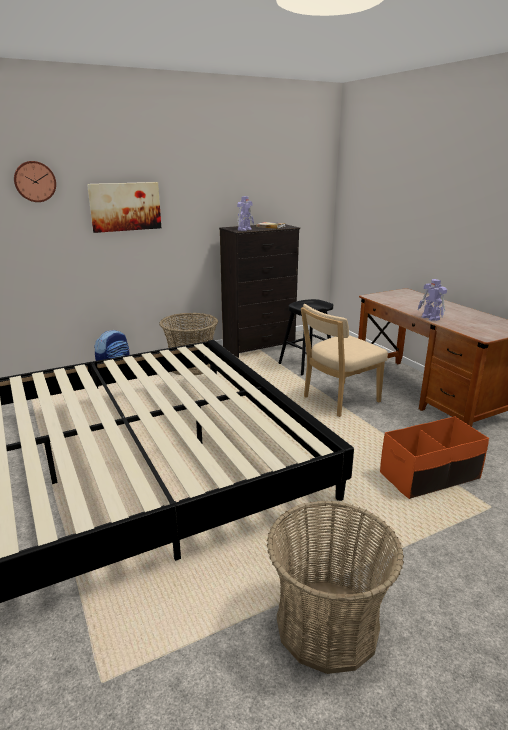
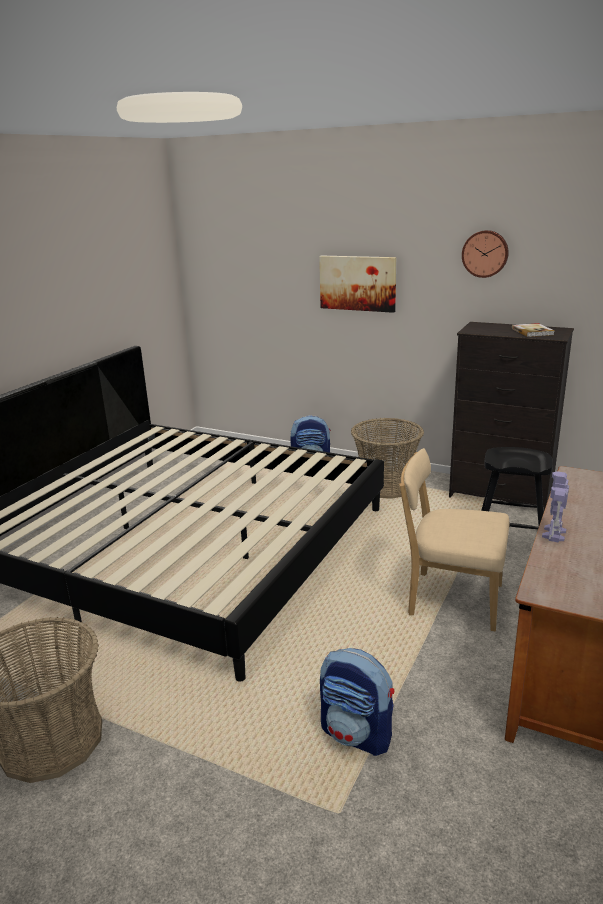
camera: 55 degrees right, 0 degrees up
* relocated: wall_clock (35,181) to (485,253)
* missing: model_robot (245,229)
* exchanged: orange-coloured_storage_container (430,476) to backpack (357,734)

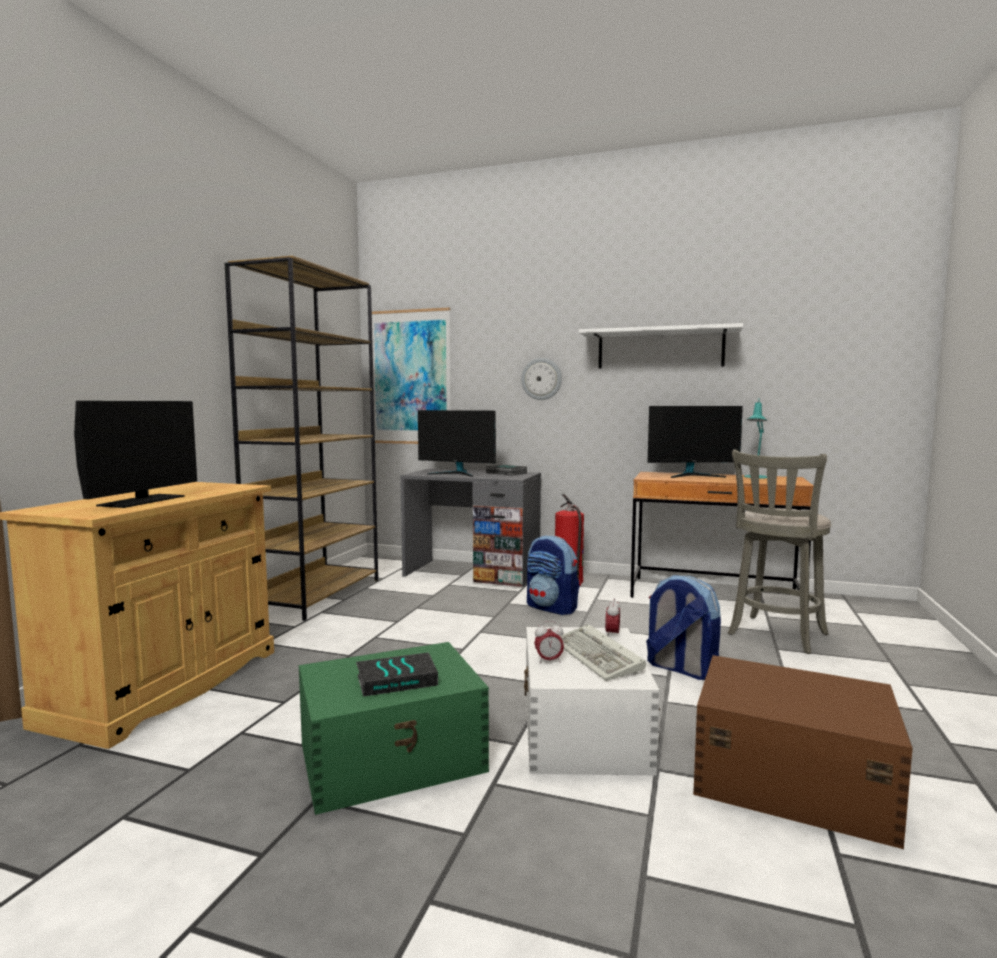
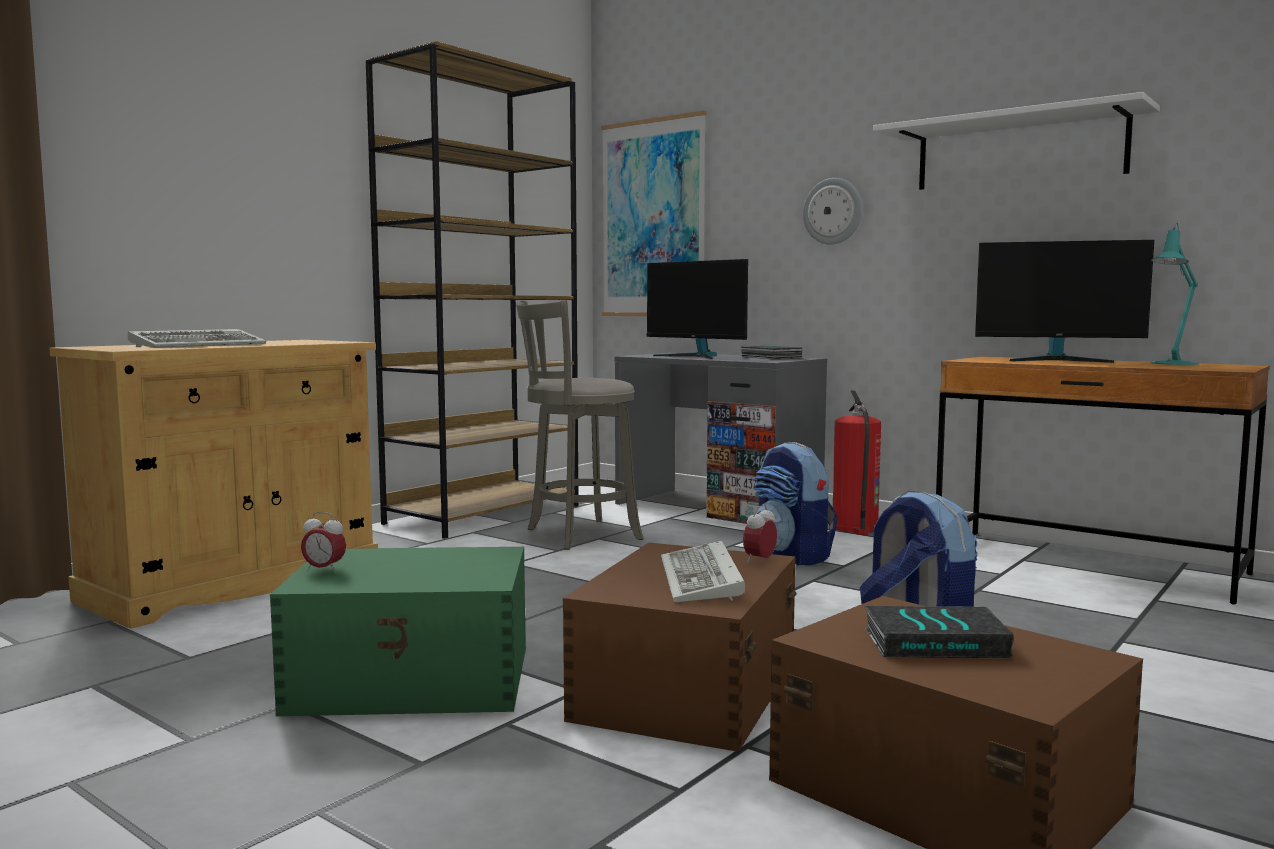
camera: 20 degrees right, 0 degrees up
* exchanged: computer_display (142,501) to computer_keyboard (201,345)
* relocated: volume (397,679) to (936,642)
* colour: whitish_storage_container (582,731) to brown-coloured_storage_container (685,691)
* relocated: table_clock (548,661) to (324,570)
* relocated: gray_stool_seat (776,635) to (578,535)

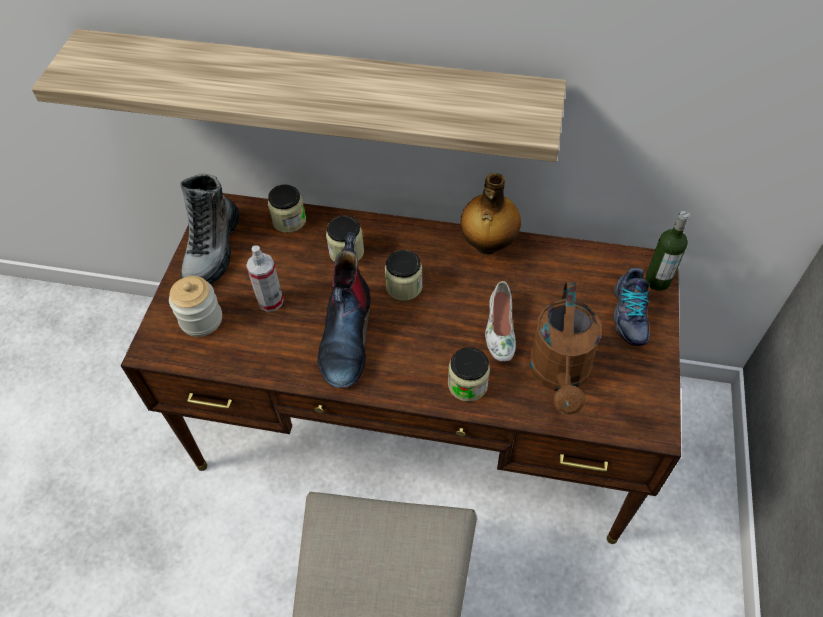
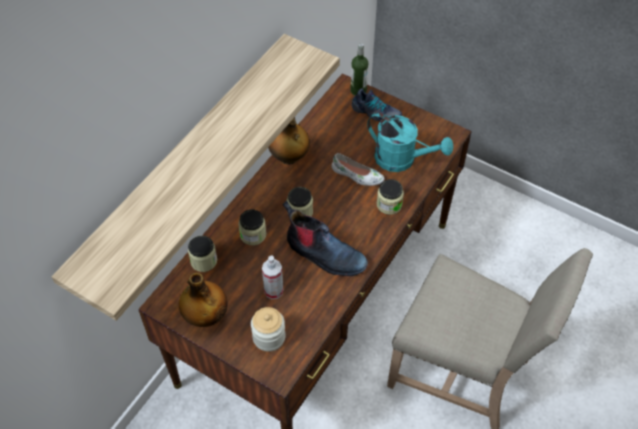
camera: 70 degrees left, 0 degrees up
* exchanged: tall_boot (213,250) to drink_bottle (206,316)
* colour: brown-coloured_watering_pot (560,376) to blue-green_watering_pot (402,160)

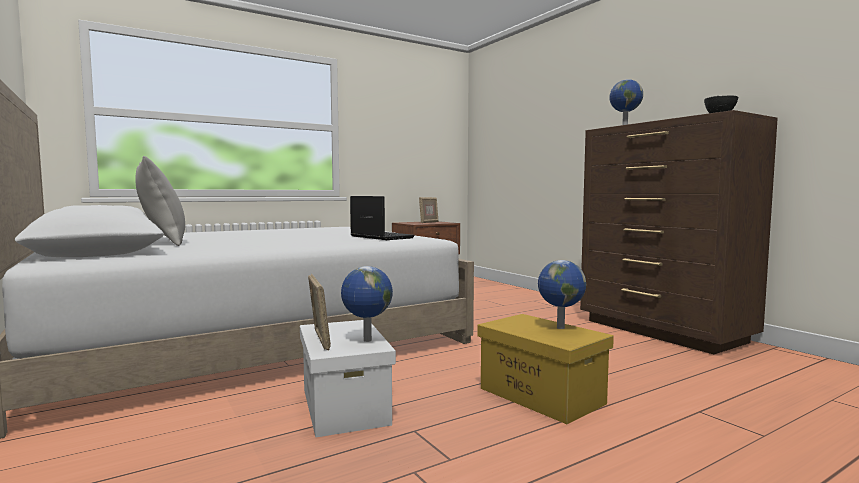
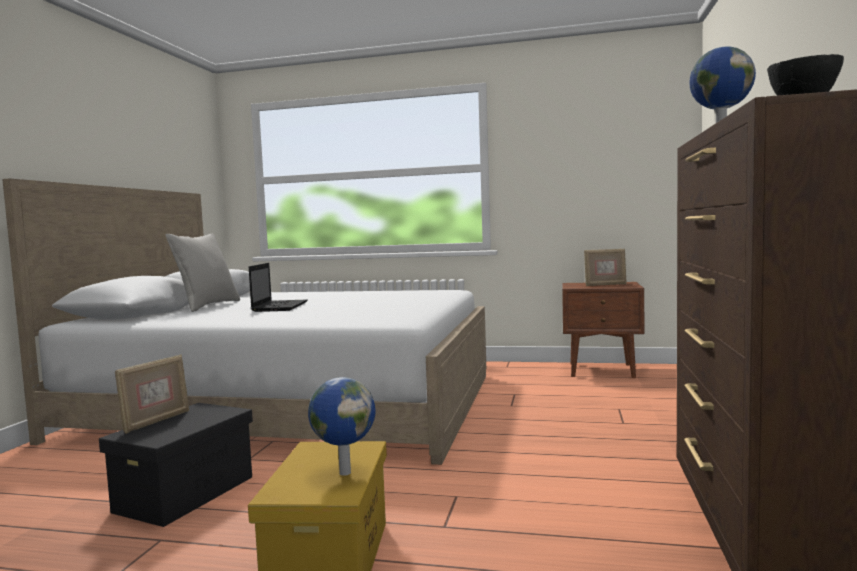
camera: 45 degrees right, 0 degrees up
* colour: whitish_storage_container (343,405) to black-coloured_storage_container (186,493)
* missing: desk_globe (366,340)
* relocated: notebook_computer (380,237) to (280,307)

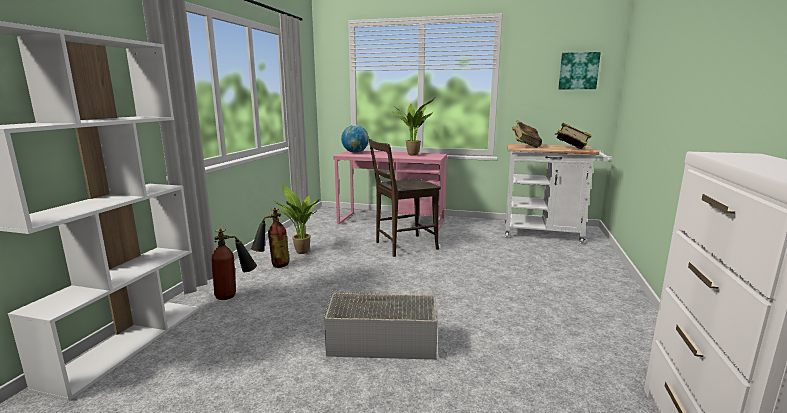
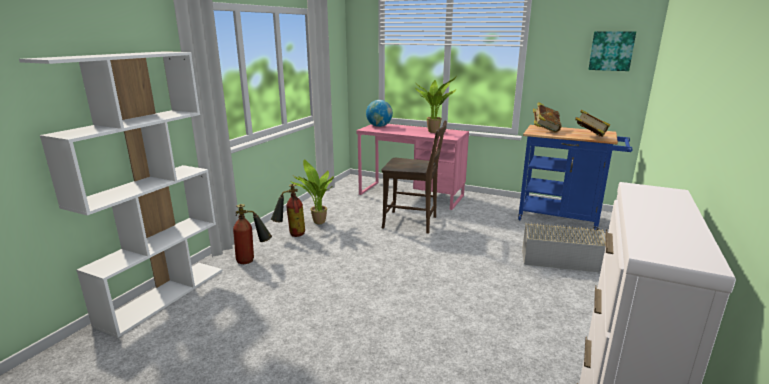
camera: 10 degrees right, 5 degrees up
* relocated: gray_storage_container (381,337) to (558,256)
* spun: brown-coloured_upright_chair (403,246) = (413,222) 150 degrees counterclockwise
* colour: whitish_wheeled_cart (547,234) to blue-coloured_wheeled_cart (564,219)

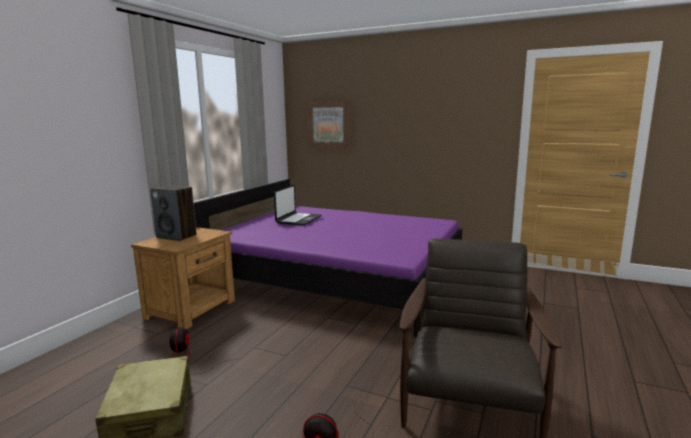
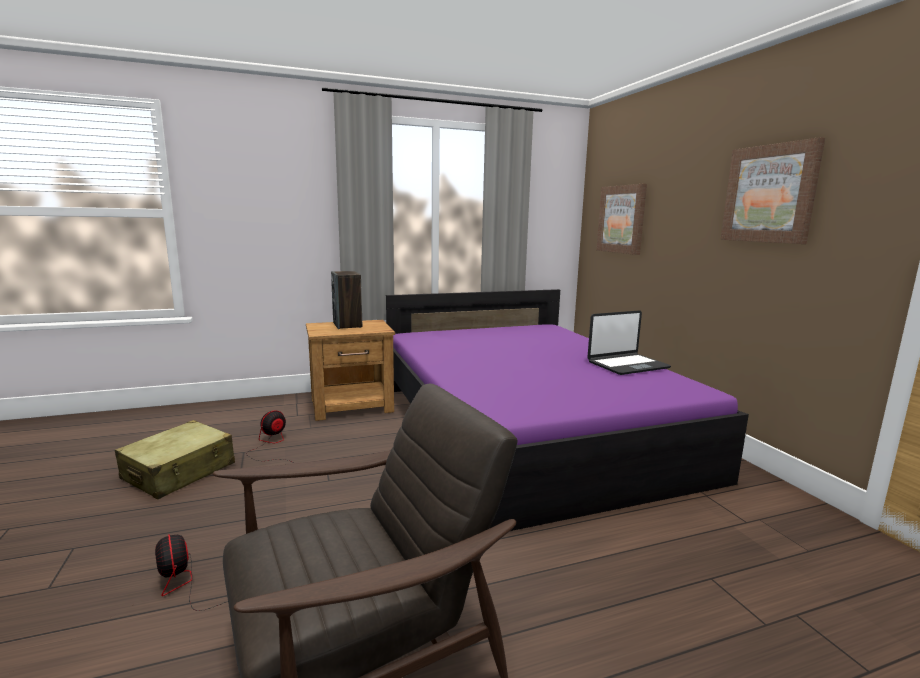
camera: 45 degrees right, 0 degrees up
* relocated: notebook_computer (298,220) to (627,365)
* appeared: picture (769,194)

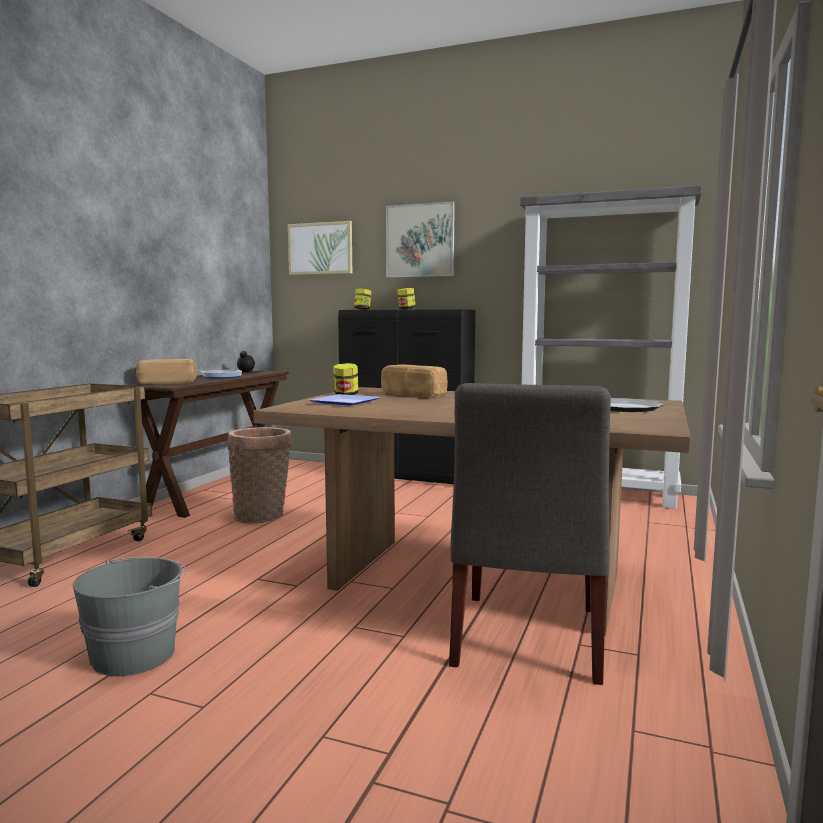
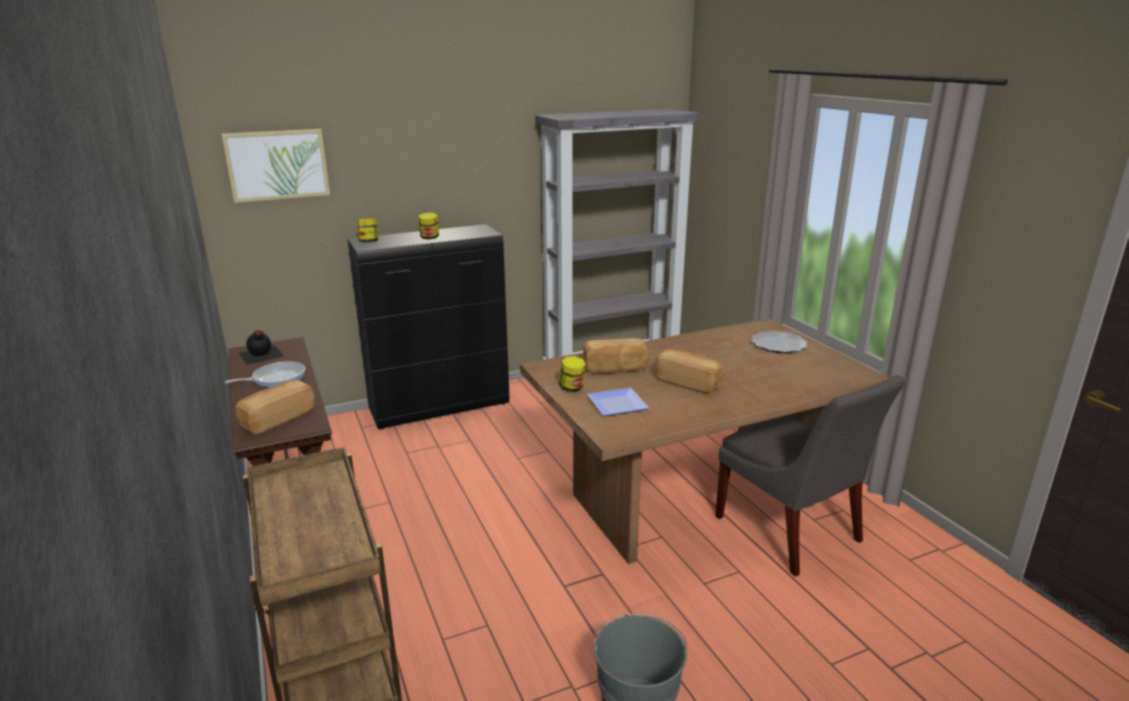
camera: 45 degrees left, 15 degrees up
* missing: basket (262,515)
* missing: picture (420,240)
* appeared: bread (688,383)

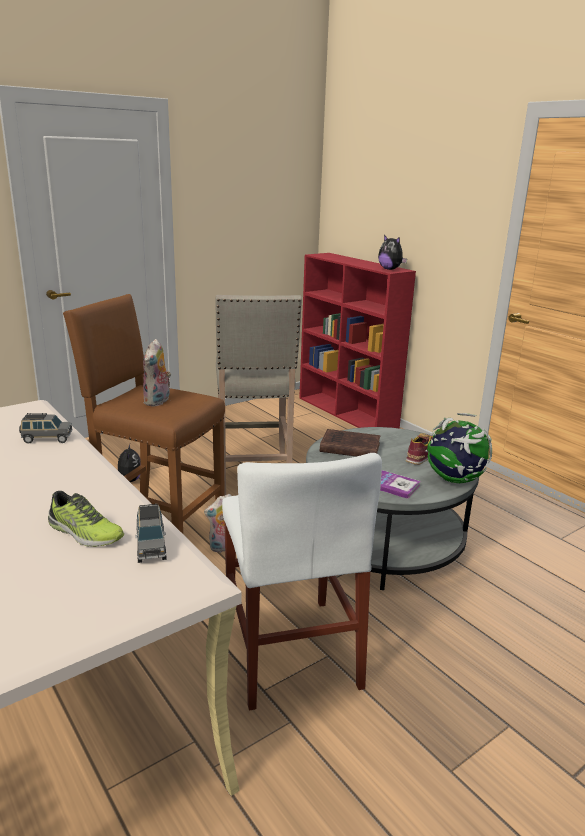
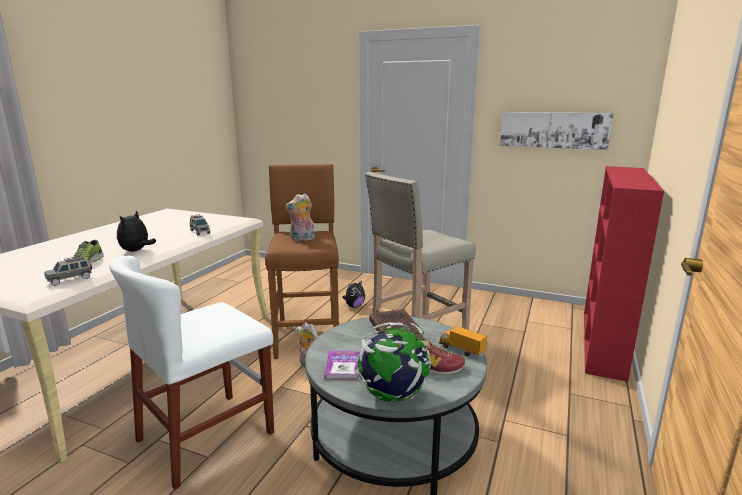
camera: 60 degrees right, 5 degrees down
* relocated: plush_toy (390,269) to (136,251)
* appeared: toy_truck (461,350)
* appeared: picture (554,130)

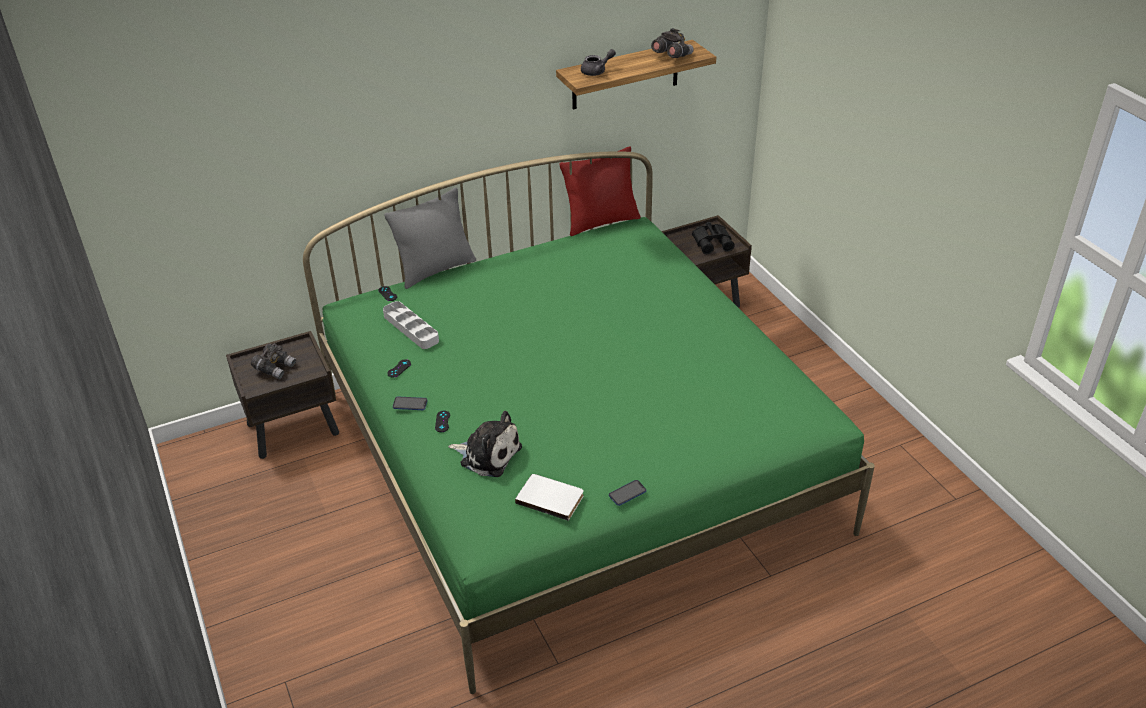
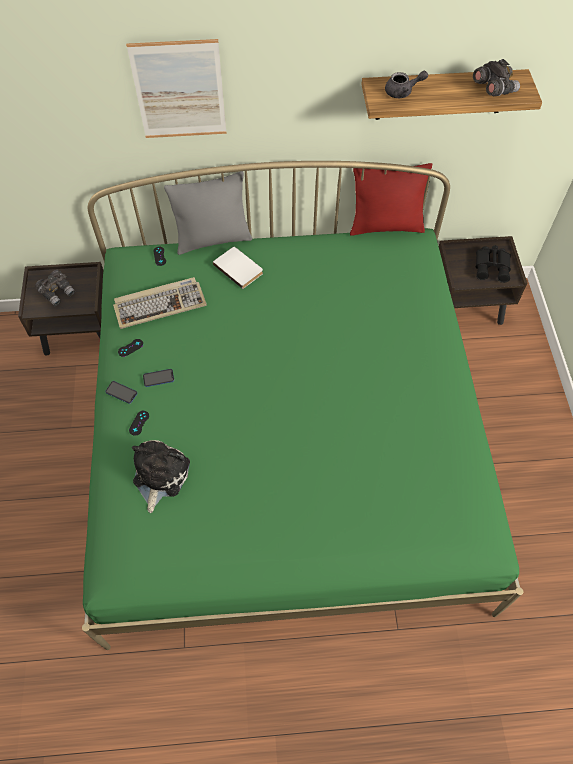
camera: 20 degrees right, 20 degrees up
* exchanged: gray_serving_tray (411,328) to computer_keyboard (160,304)
* spun: plush_toy (488,454) = (159,476) 120 degrees counterclockwise
* relocated: whitish_volume (551,497) to (239,268)
* relocated: handset (627,493) to (158,378)
* appeared: picture (179,90)

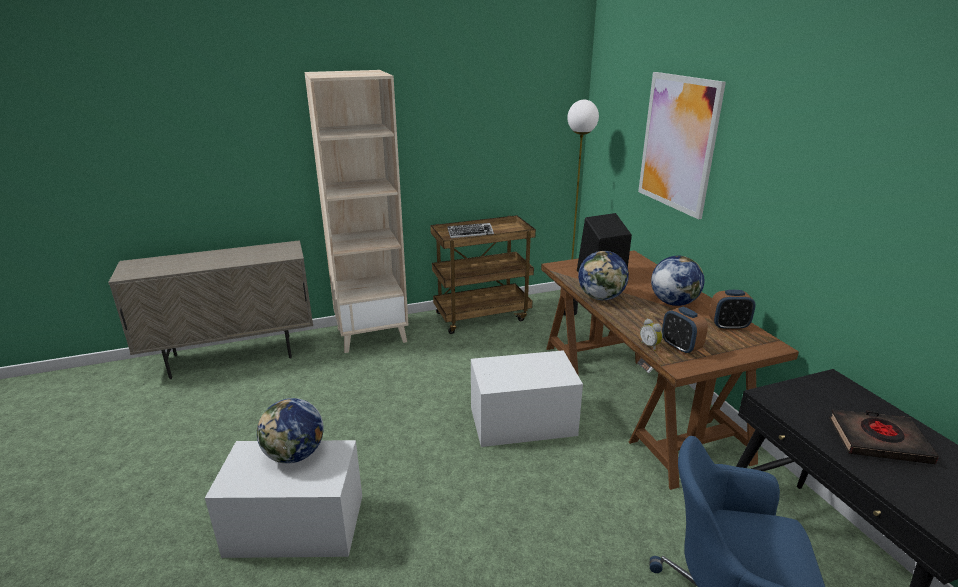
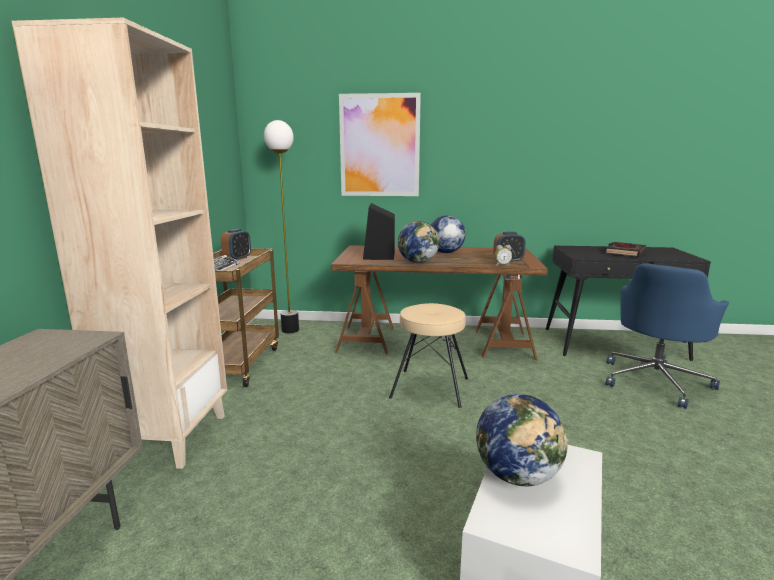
camera: 65 degrees left, 10 degrees down
* exchanged: whitish_storage_container (522,421) to beige-coloured_stool_seat (430,388)
* relocated: table_clock (728,326) to (237,258)

